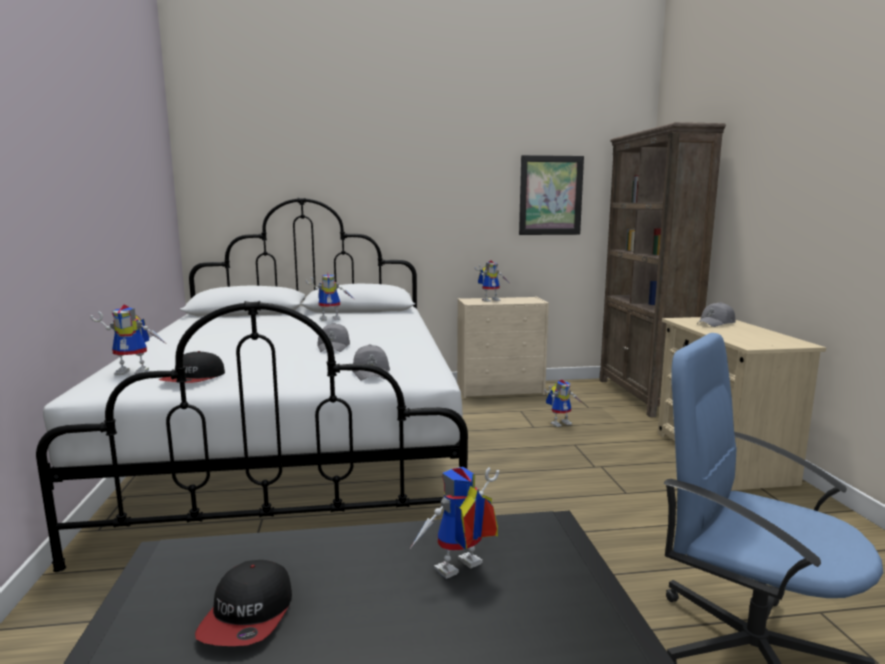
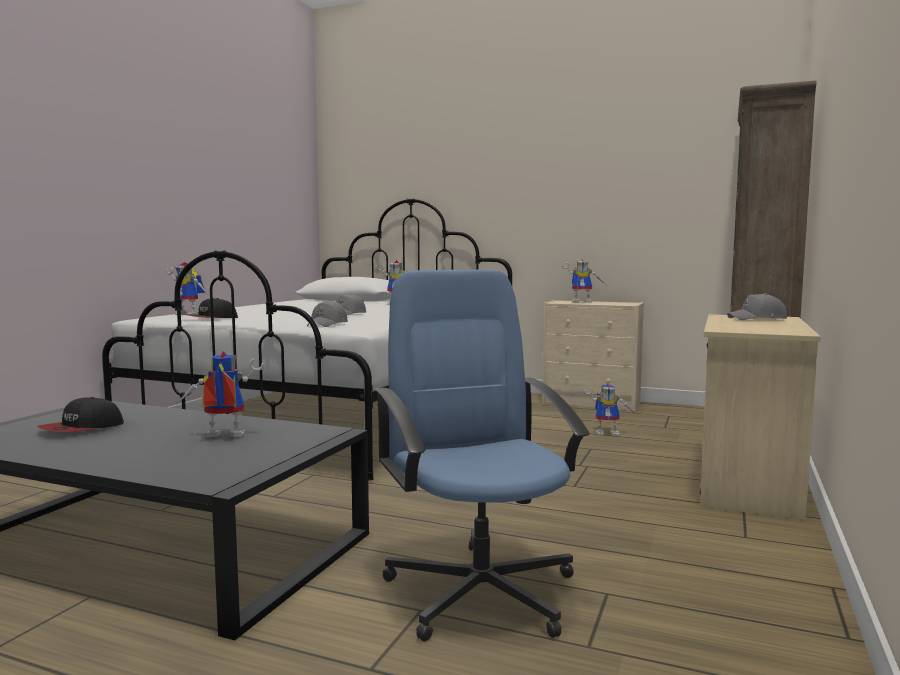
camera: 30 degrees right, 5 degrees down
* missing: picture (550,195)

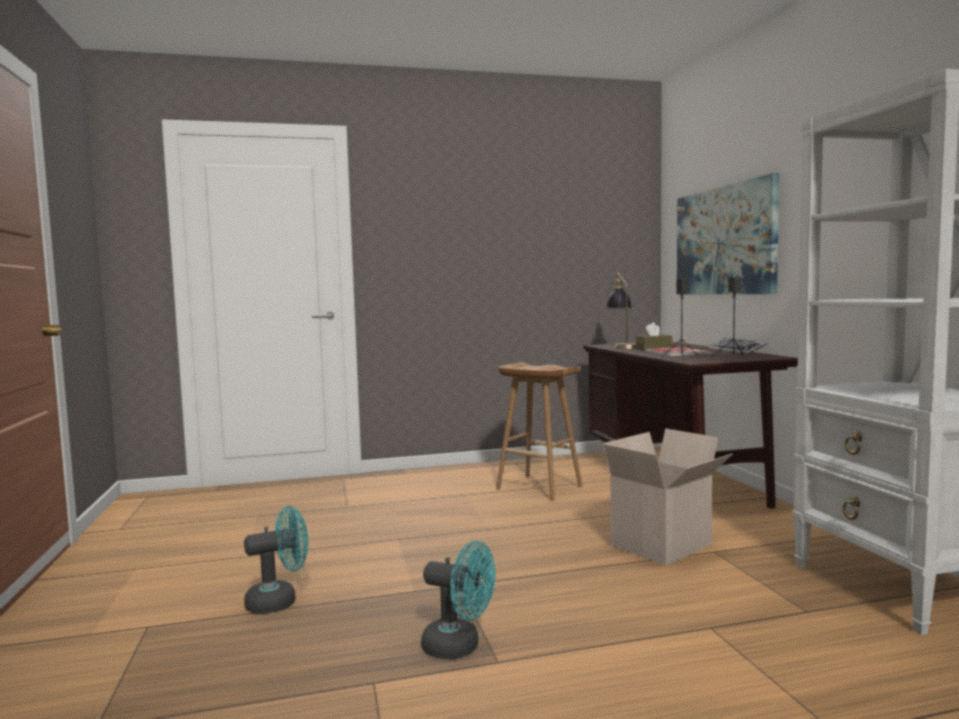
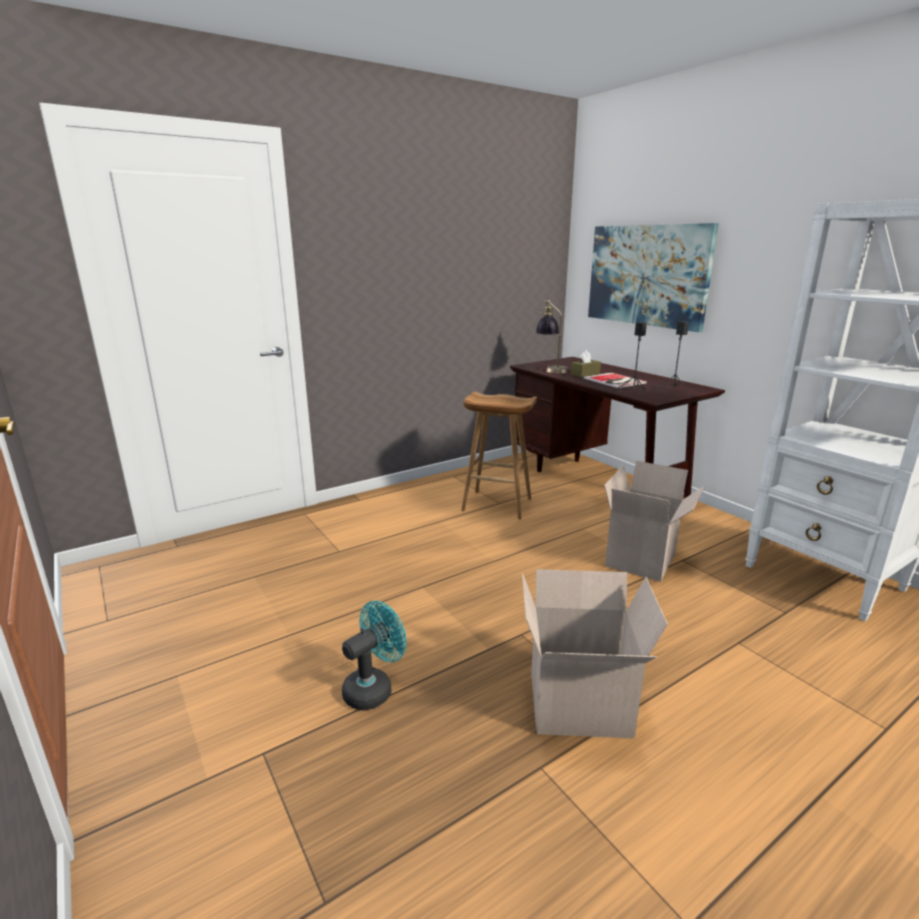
camera: 20 degrees left, 15 degrees up
* exchanged: blue-green_fan (459,647) to carton (578,707)
* missing: computer_keyboard (737,350)

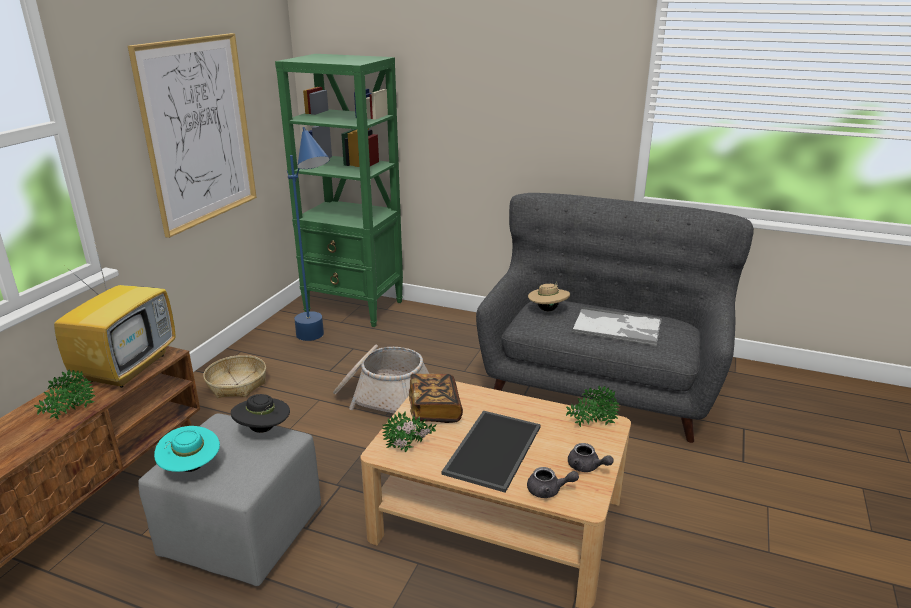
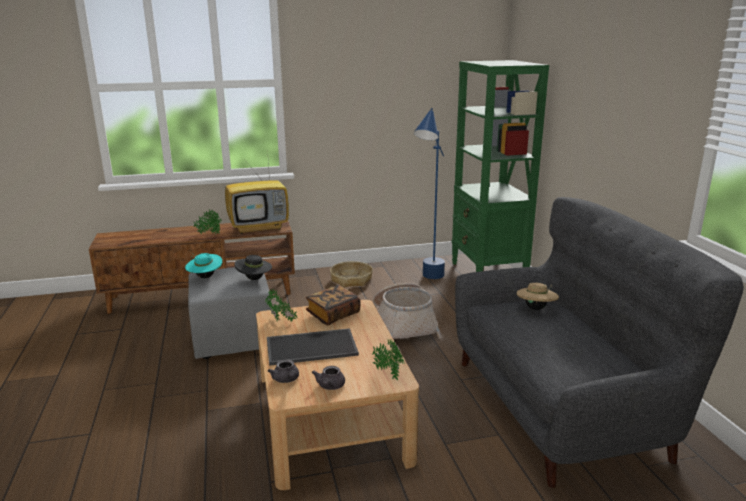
camera: 55 degrees right, 5 degrees down
* missing: picture (198,132)
* missing: serving_tray (617,327)

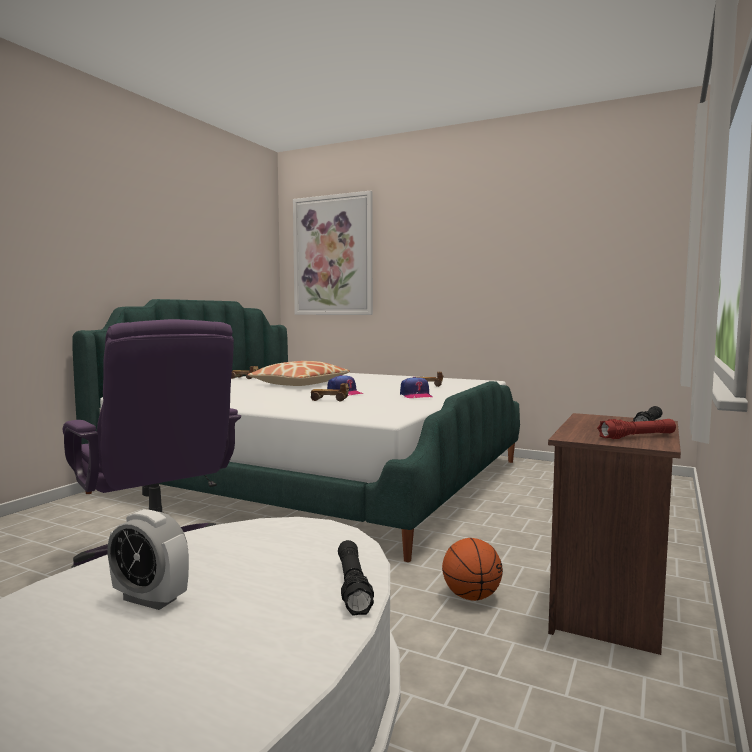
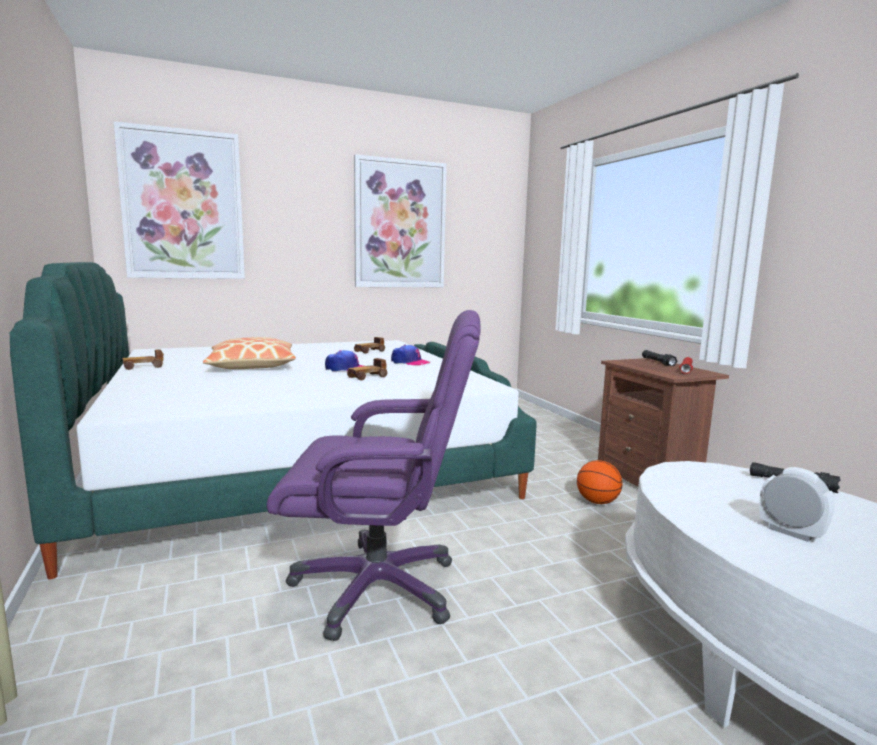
camera: 50 degrees left, 5 degrees up
* spun: table_clock (150,599) = (791,532) 105 degrees counterclockwise
* appeared: picture (400,224)

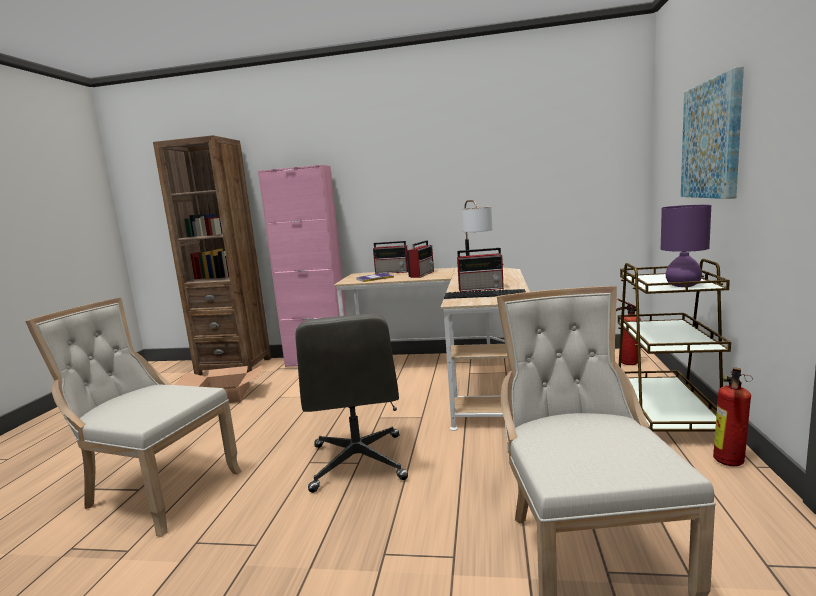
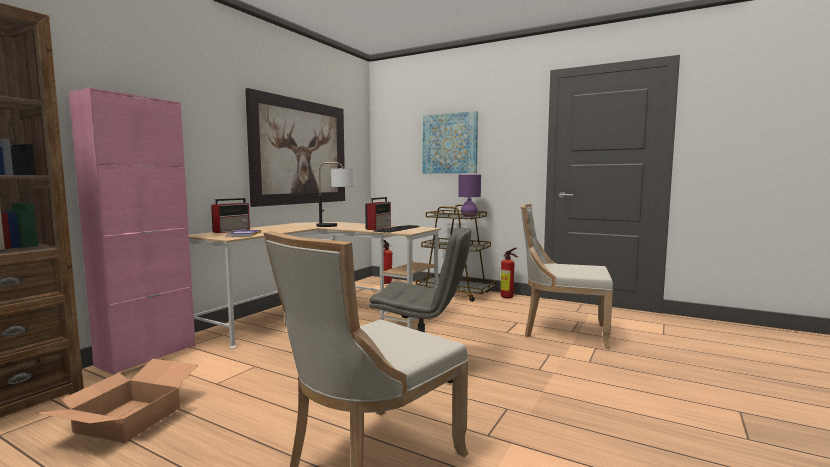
camera: 70 degrees left, 5 degrees down
* missing: radio_receiver (422,274)
* appeared: picture (300,152)

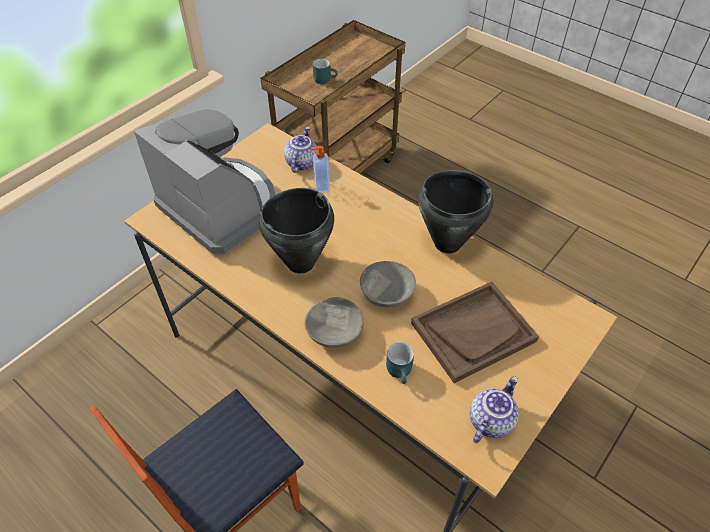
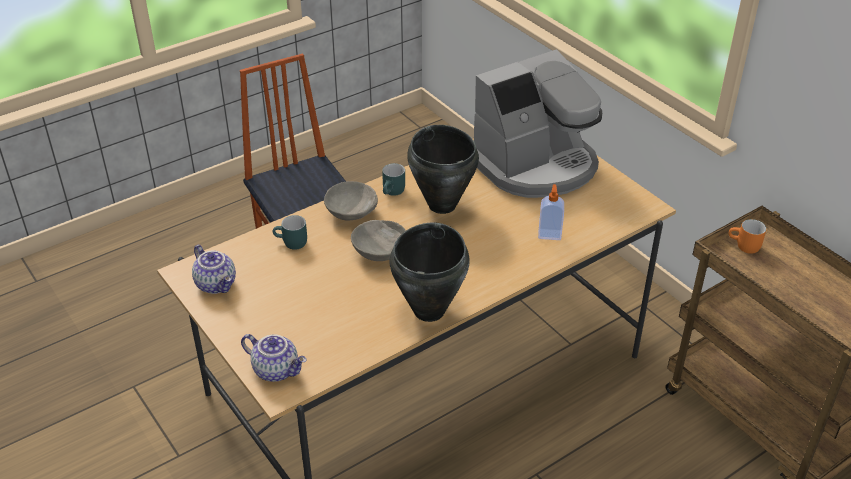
camera: 105 degrees right, 10 degrees down
* relocated: teapot (301,163) to (277,370)
* relocated: blue-green_coffee_mug (325,79) to (393,192)
* missing: brown-coloured_serving_tray (473,332)
* appeared: orange-coloured_coffee_mug (744,247)

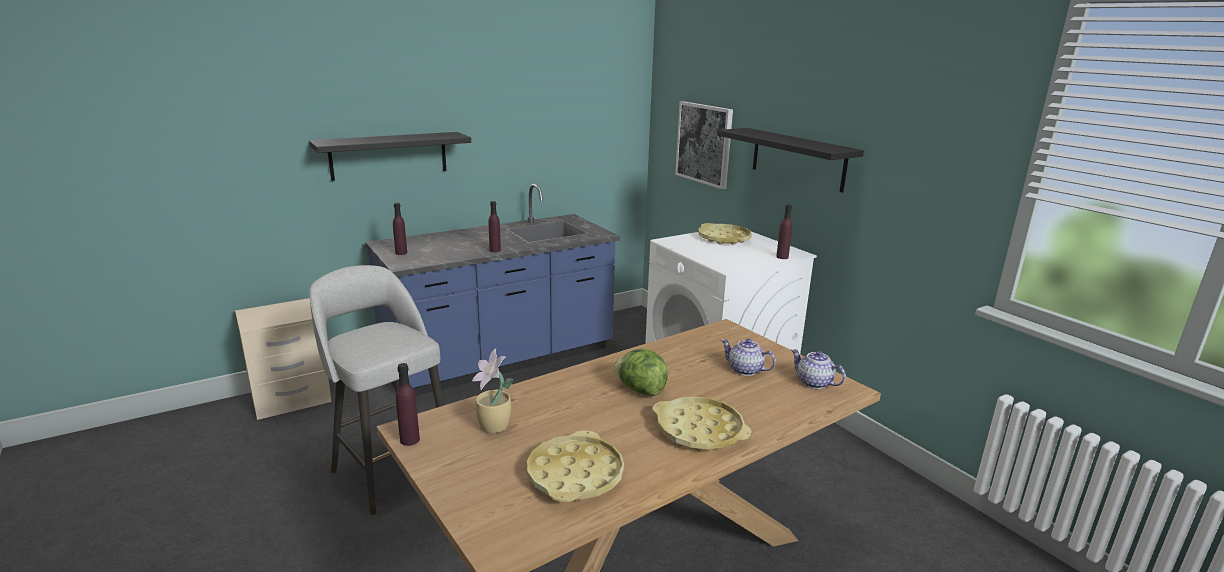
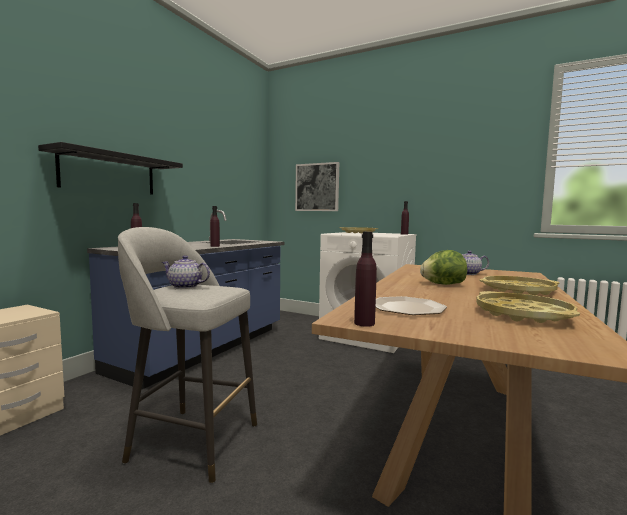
camera: 30 degrees left, 15 degrees down
* exchanged: houseplant (494,427) to plate (407,307)
* missing: black-coloured_shelf (797,159)
* relocated: teapot (814,383) to (185,286)

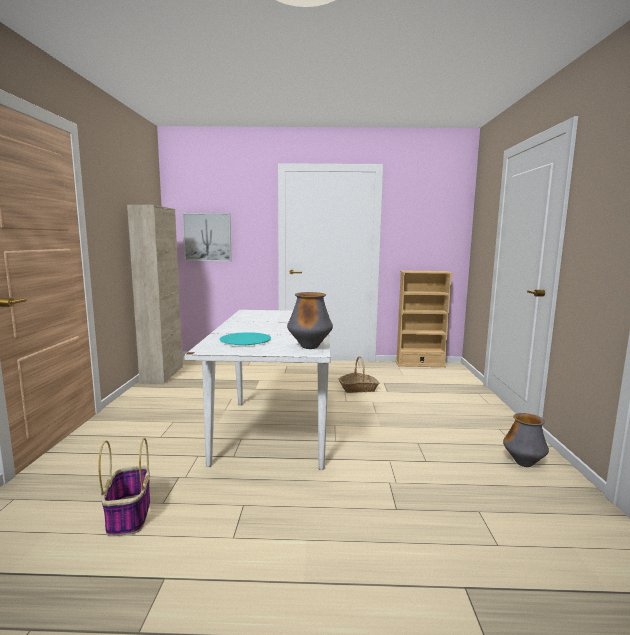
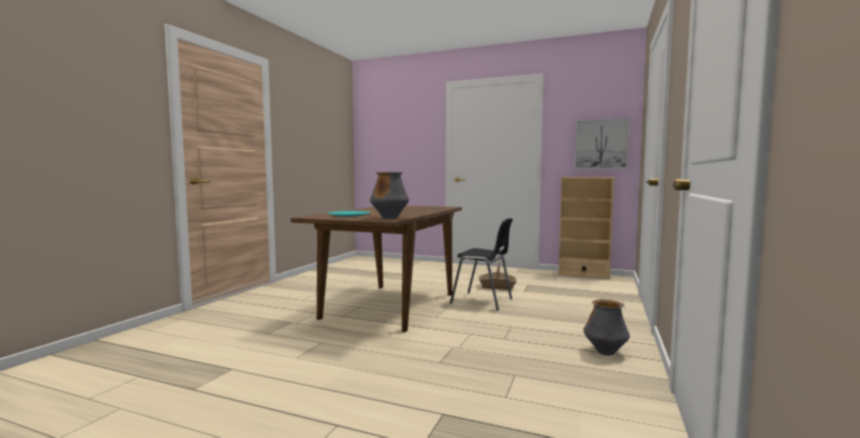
camera: 20 degrees right, 5 degrees down
* missing: basket (129,515)
* missing: beige-coloured_cupboard (162,375)
* relocated: picture (207,237) to (601,144)
* colour: whitish_dining_table (274,431) to brown-coloured_dining_table (390,306)
* appeared: black-coloured_upright_chair (483,301)

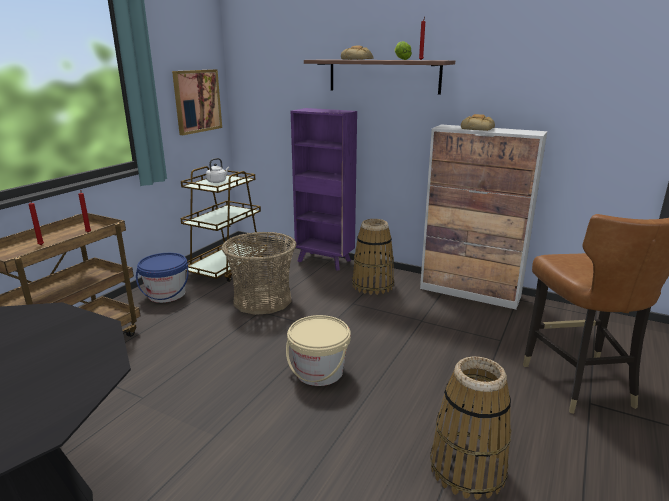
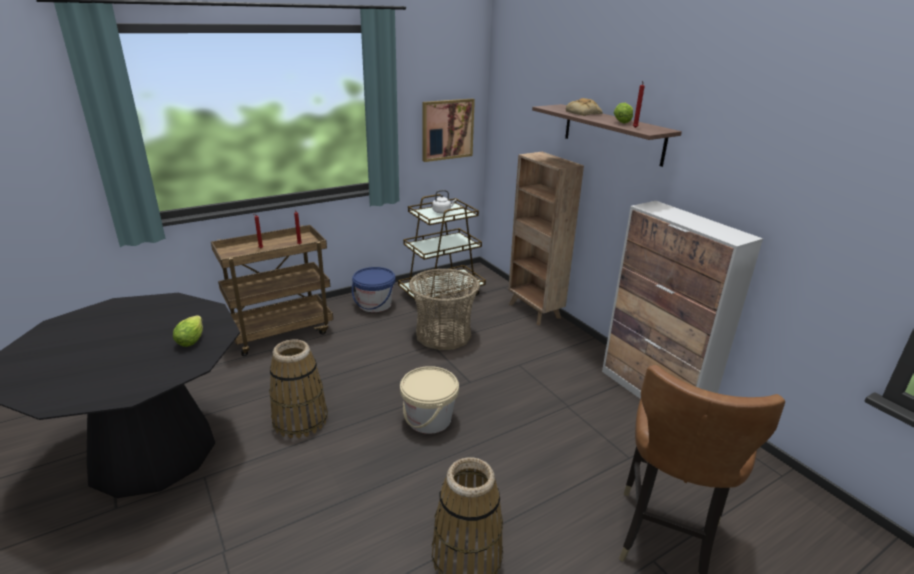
camera: 30 degrees right, 5 degrees up
* colour: purple_bookcase (325,261) to brown-coloured_bookcase (534,311)
* relocated: basket (373,285) to (300,420)
* missing: bread (478,128)
* appeared: head_of_lettuce (192,338)

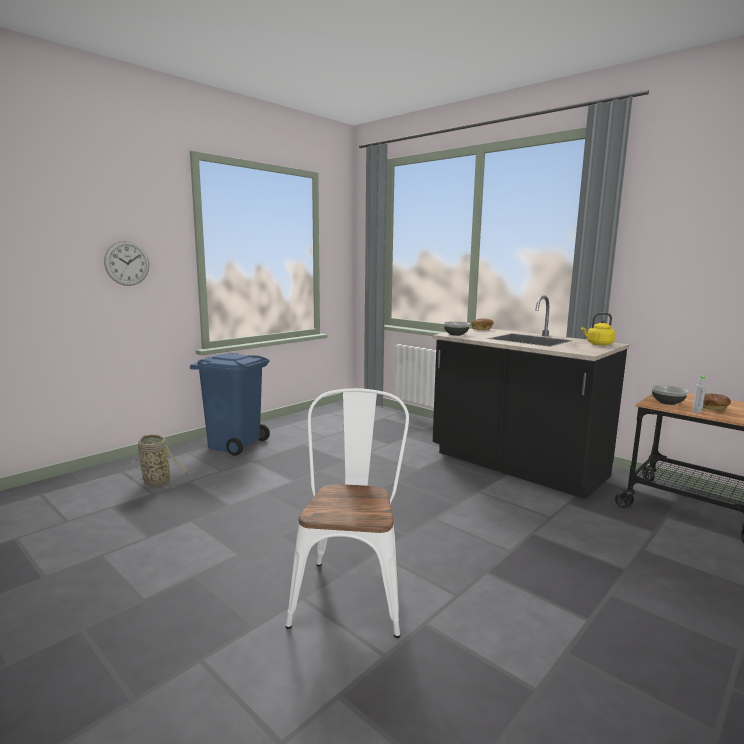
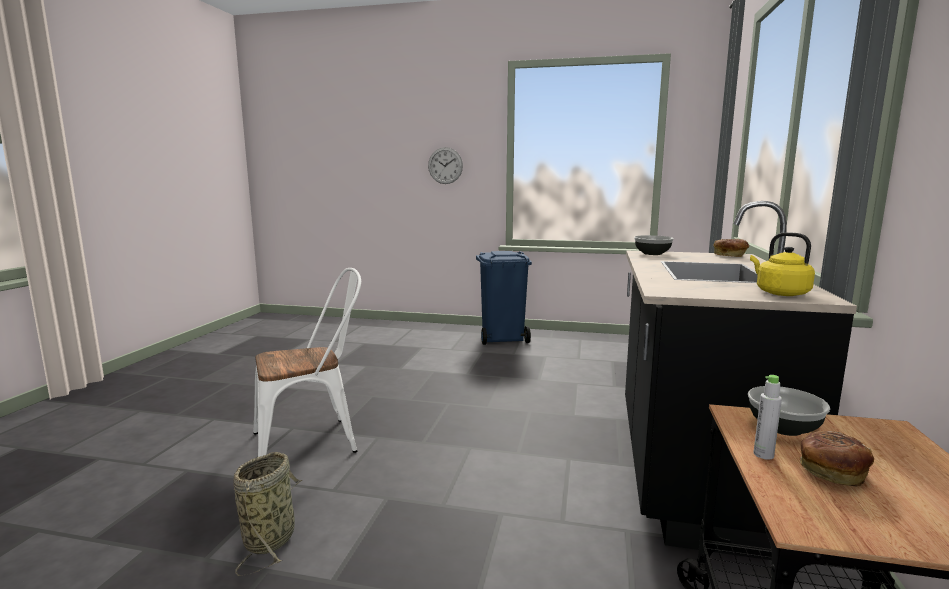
camera: 60 degrees right, 0 degrees up
* relocated: basket (155,481) to (271,537)

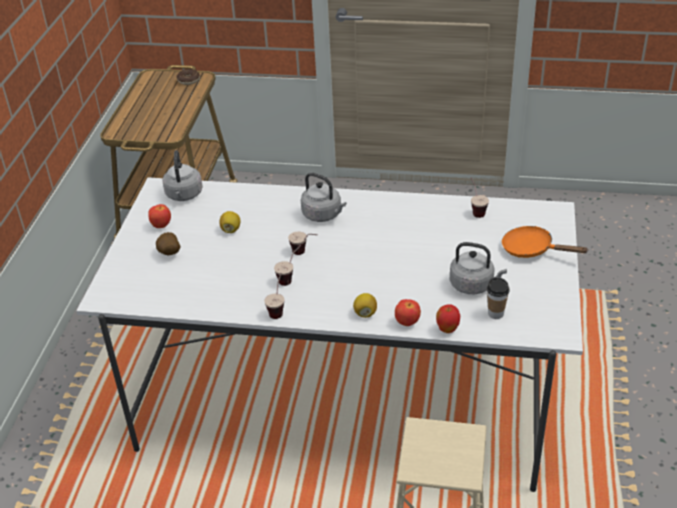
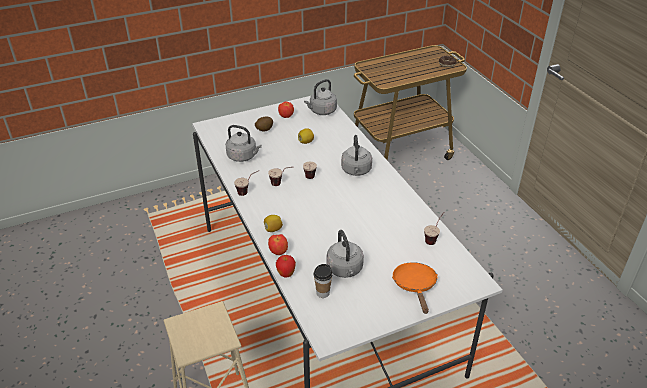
camera: 55 degrees right, 0 degrees up
* appeared: gray_tea_kettle (243,156)

